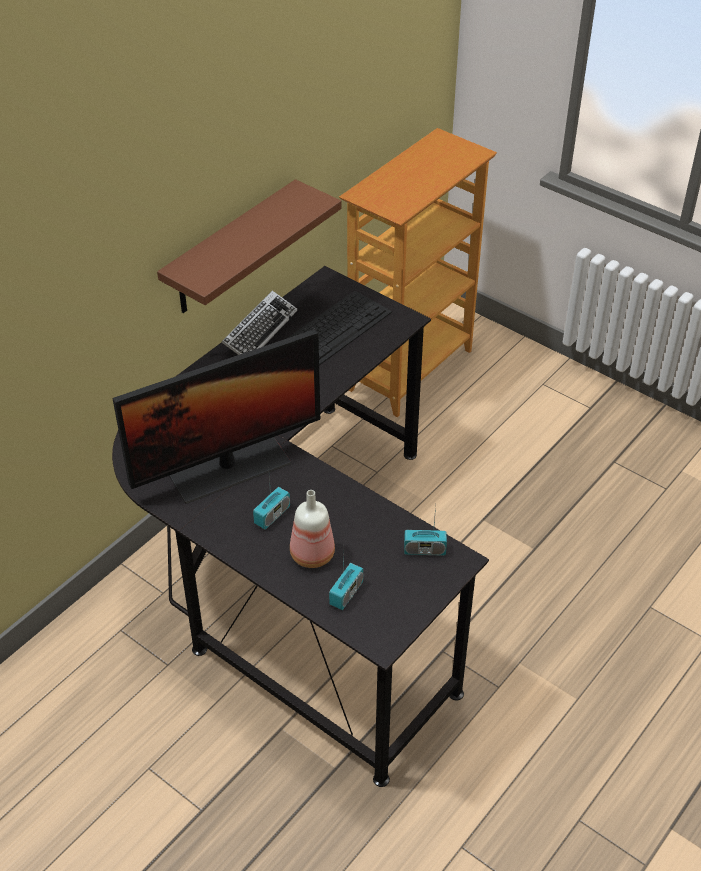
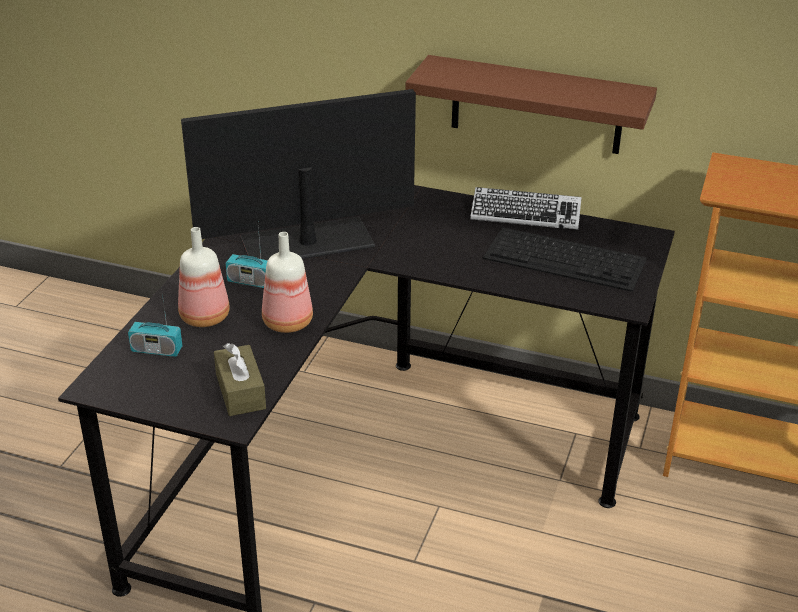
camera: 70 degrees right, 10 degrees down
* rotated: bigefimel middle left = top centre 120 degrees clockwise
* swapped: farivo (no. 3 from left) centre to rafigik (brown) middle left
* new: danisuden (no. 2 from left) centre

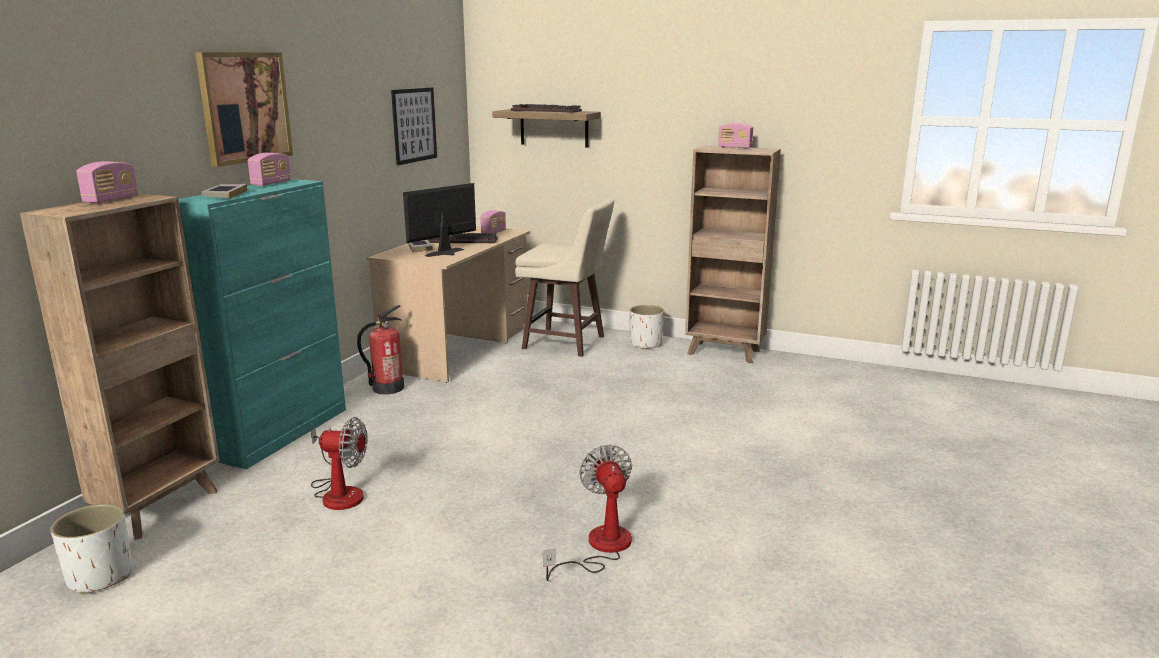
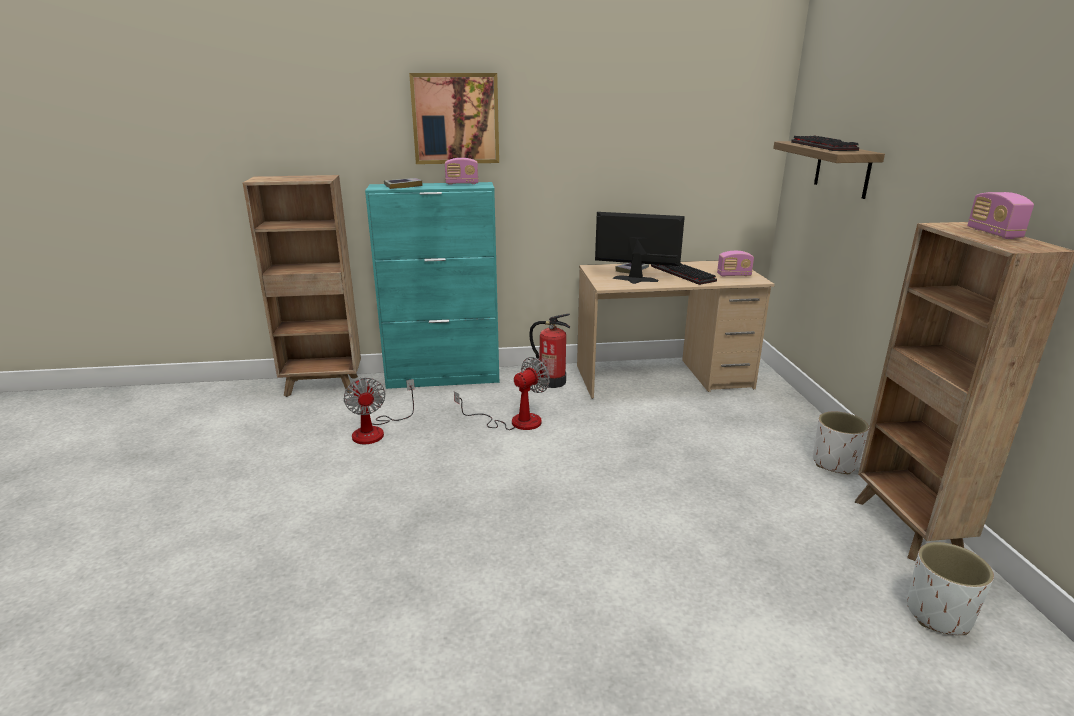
camera: 60 degrees right, 5 degrees up
* gone: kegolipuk (no. 2 from left) top centre
* gone: farivo (no. 1 from left) top left
* gone: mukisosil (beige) centre
* shifted: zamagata (no. 2 from left) bottom centre to centre
* shifted: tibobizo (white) (no. 1 from left in the first image) bottom left to tibobizo (white) (no. 2 from left) bottom right

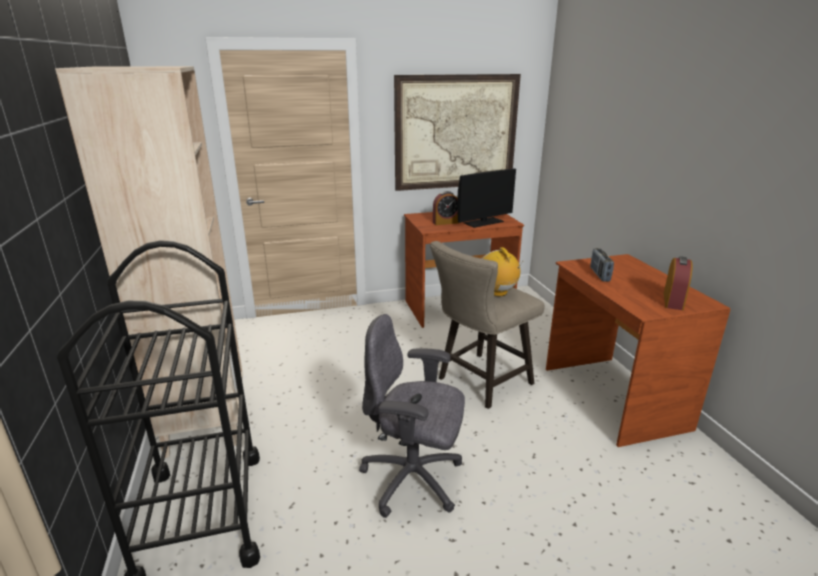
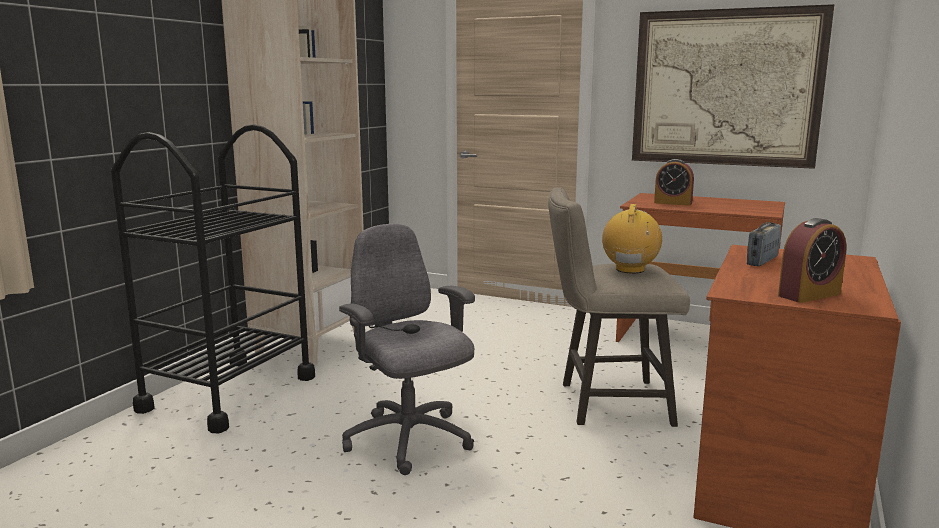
camera: 40 degrees right, 10 degrees down
* gone: bigefimel centre

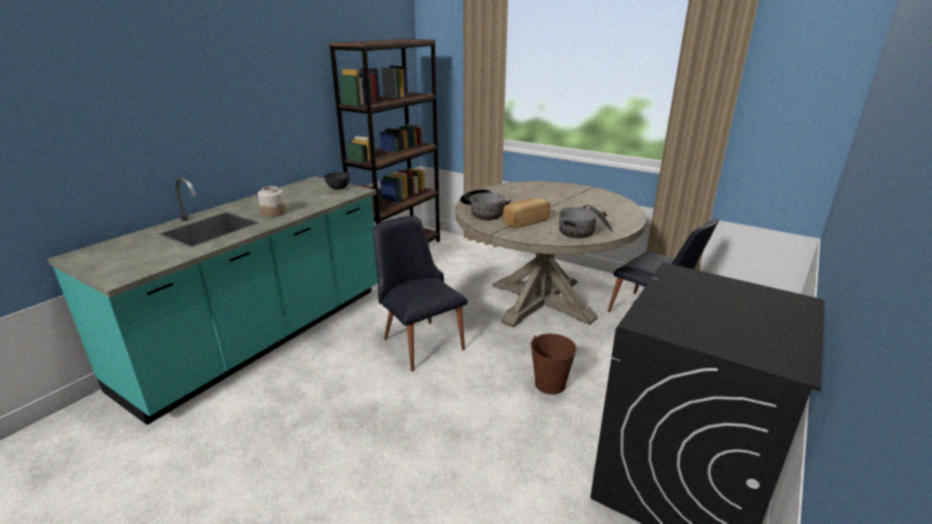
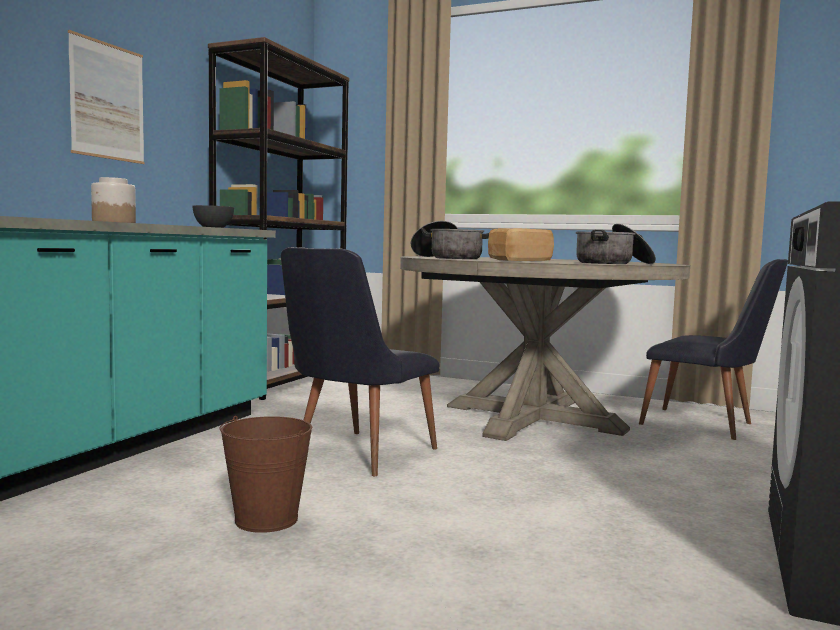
camera: 10 degrees left, 20 degrees down
* rotated: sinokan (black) (no. 1 from left) centre = centre 105 degrees counterclockwise
* shifted: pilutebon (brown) bottom centre to bottom left
* new: kegolipuk top left

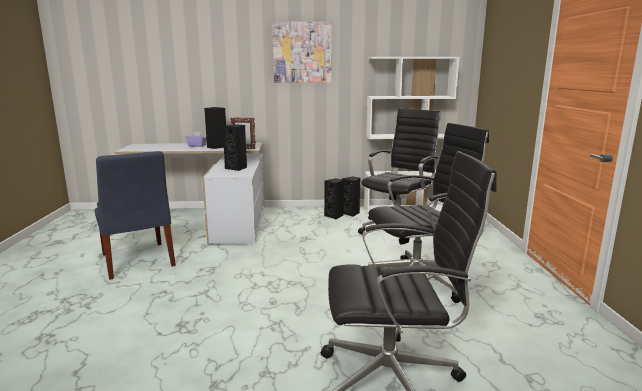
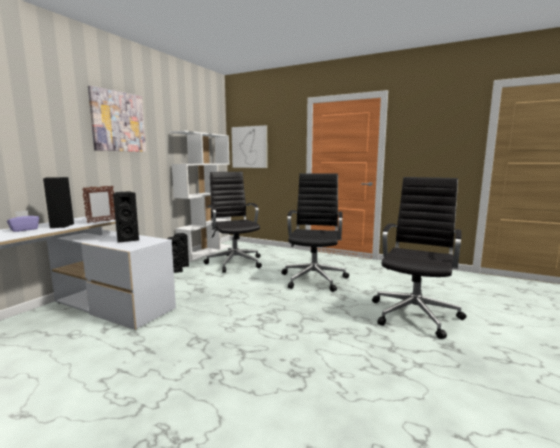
camera: 60 degrees left, 5 degrees down
* gone: sinokan (blue) middle left
* new: kegolipuk (no. 2 from left) top centre

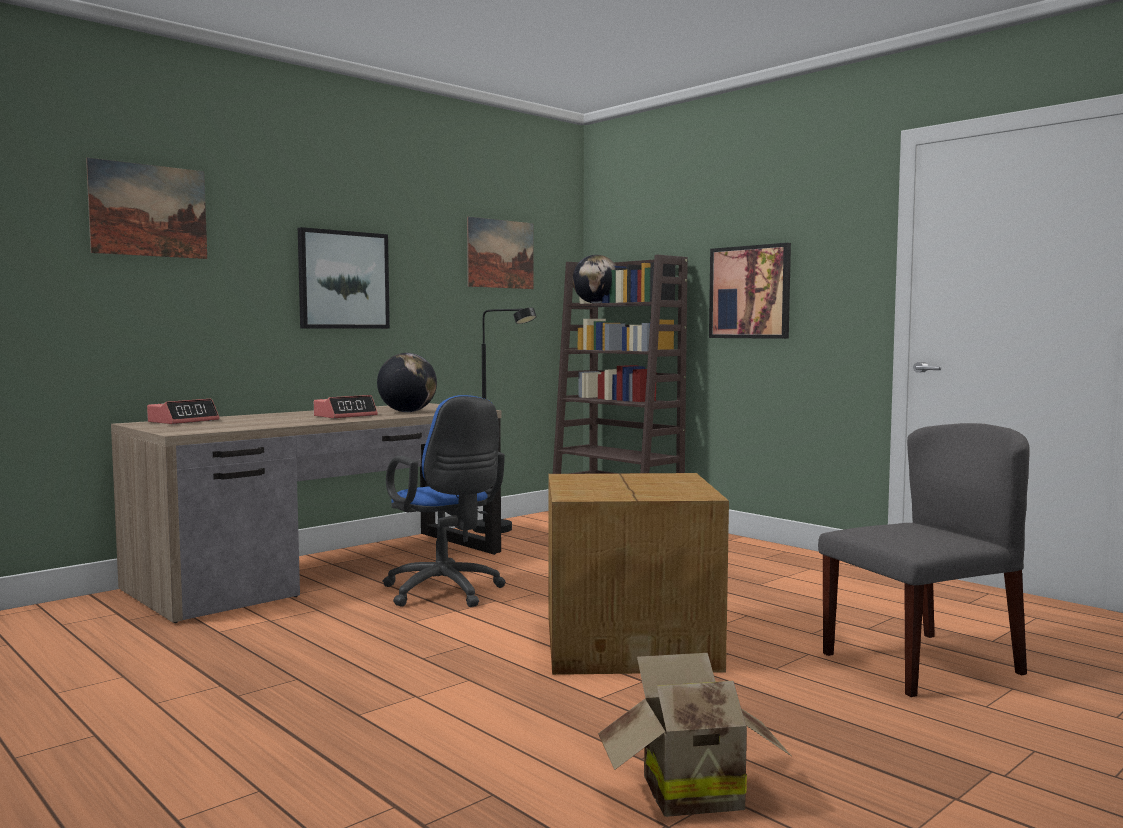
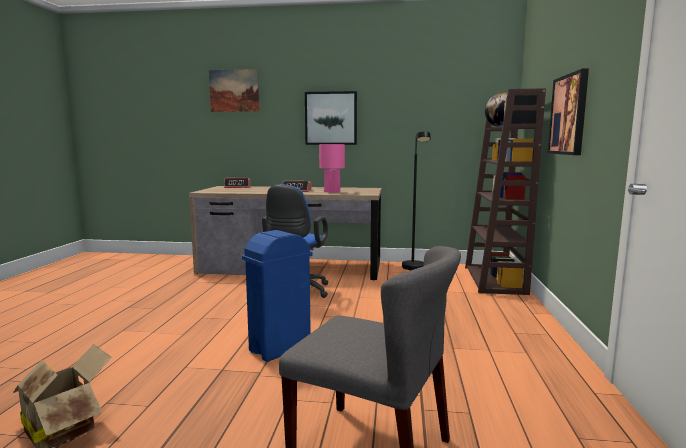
camera: 50 degrees right, 5 degrees up
* gone: kegolipuk (no. 3 from left) top centre
* swapped: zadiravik (no. 1 from left) centre to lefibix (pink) centre
* swapped: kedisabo (no. 1 from left) bottom centre to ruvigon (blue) centre

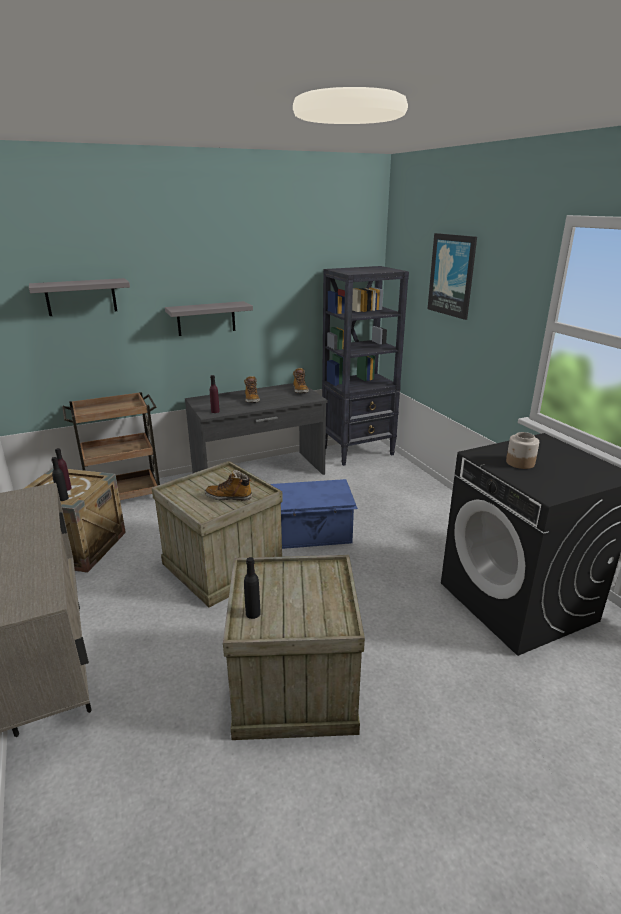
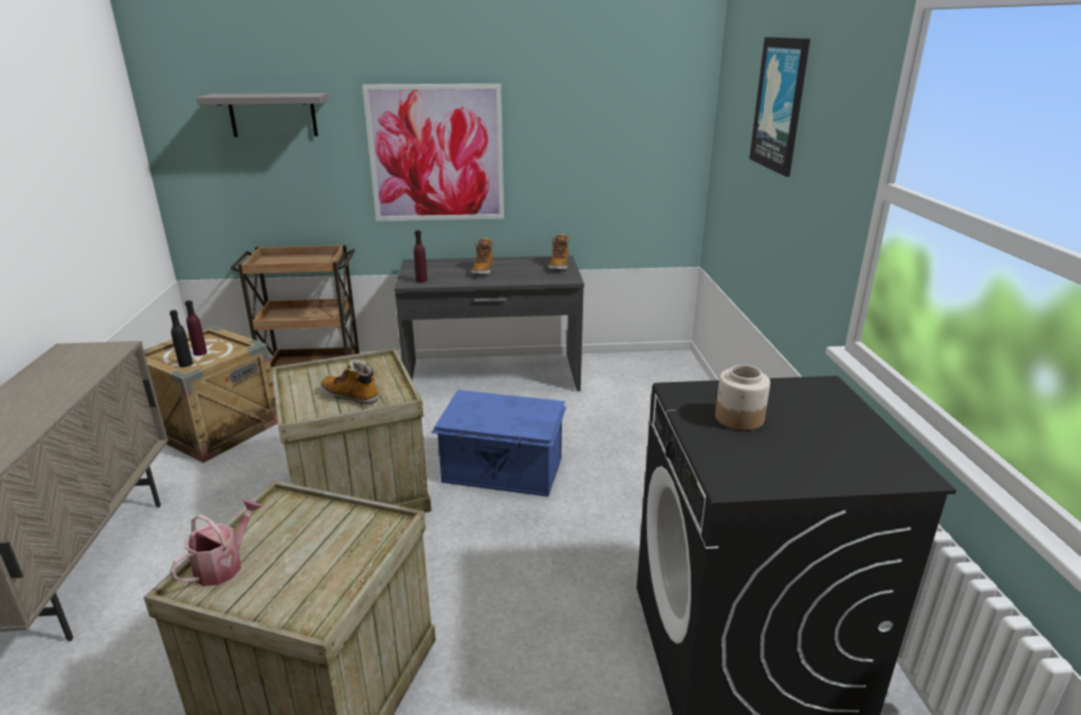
camera: 20 degrees right, 0 degrees up
* gone: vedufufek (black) centre
* swapped: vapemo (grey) (no. 2 from left) centre to kegolipuk (no. 1 from left) top centre
* swapped: danisuden (black) (no. 2 from left) centre to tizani bottom left

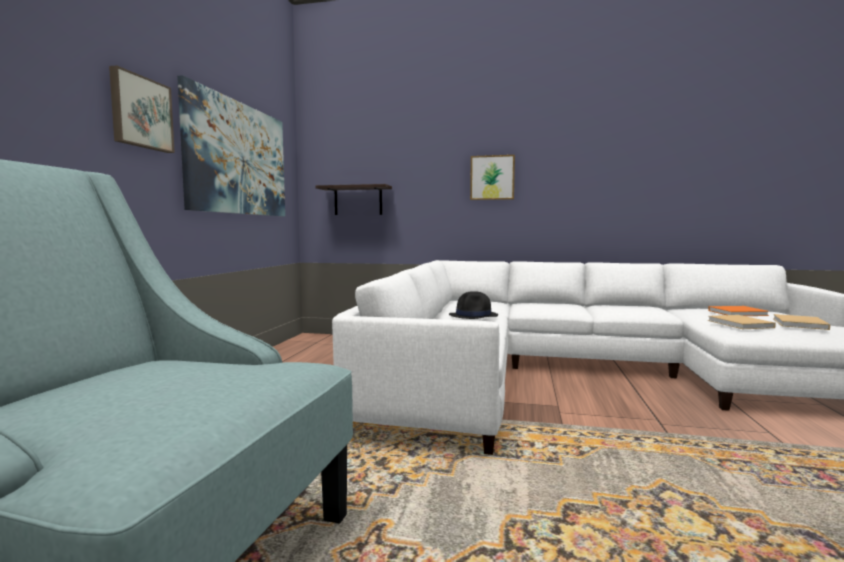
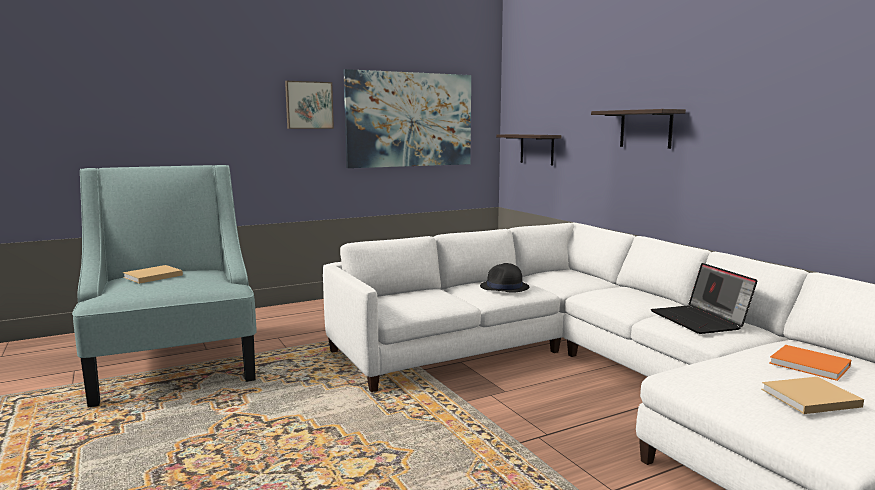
camera: 50 degrees right, 5 degrees up
* swapped: kegolipuk (no. 3 from left) top centre to vapemo (no. 2 from left) top right
* shifted: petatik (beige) (no. 1 from left) middle right to middle left
* new: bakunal middle right

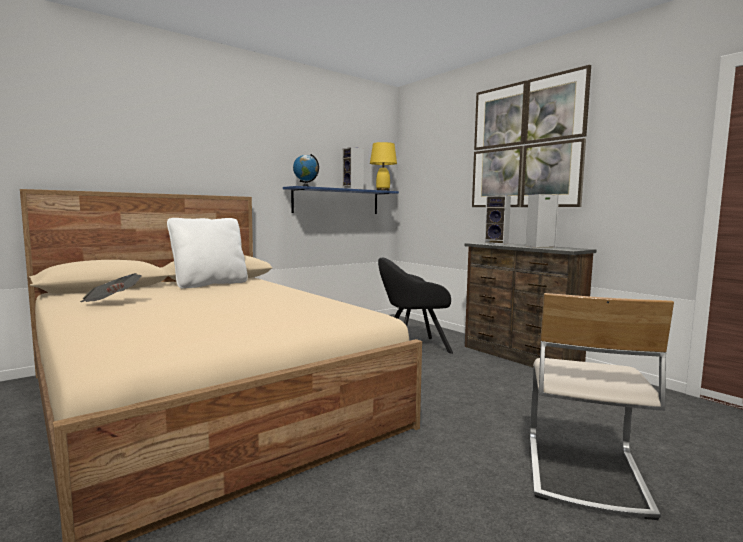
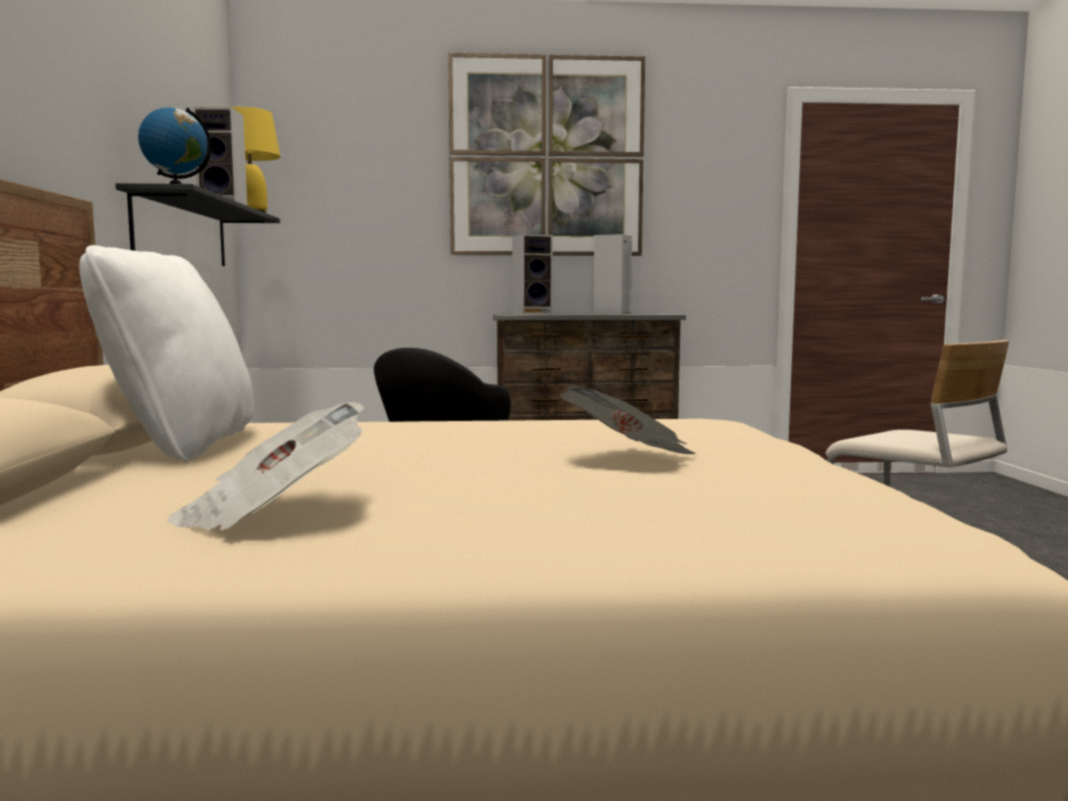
camera: 55 degrees left, 0 degrees up
* repainted: vapemo (blue) centre to vapemo (black) top left
* new: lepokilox (no. 2 from left) centre

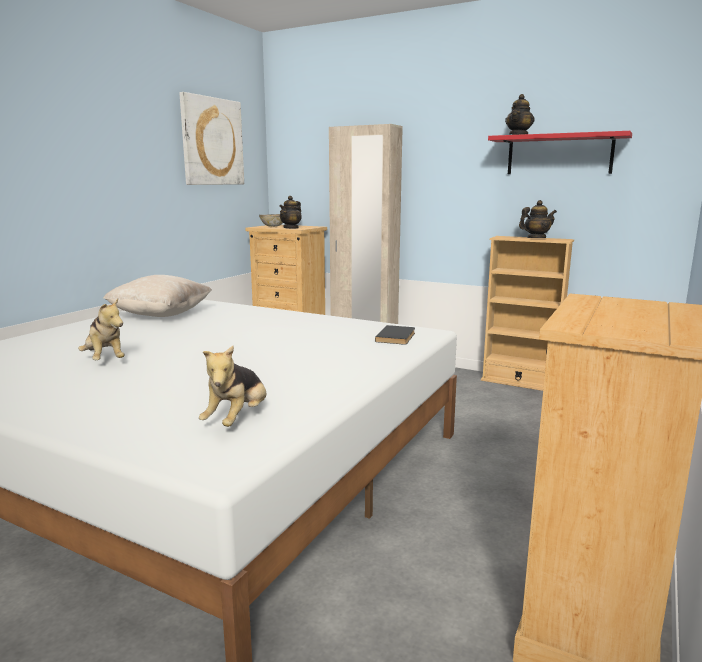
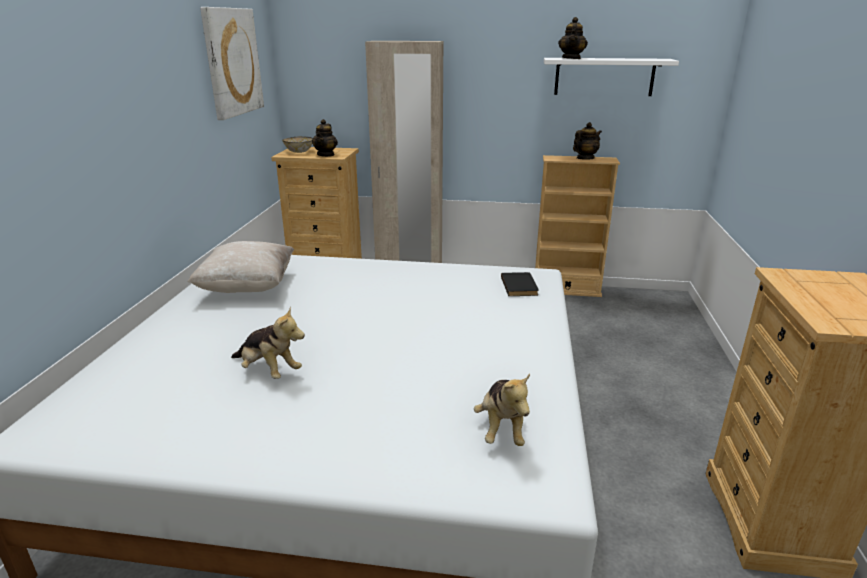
camera: 20 degrees left, 10 degrees up
* repainted: vapemo (red) top right to vapemo (white) top right

